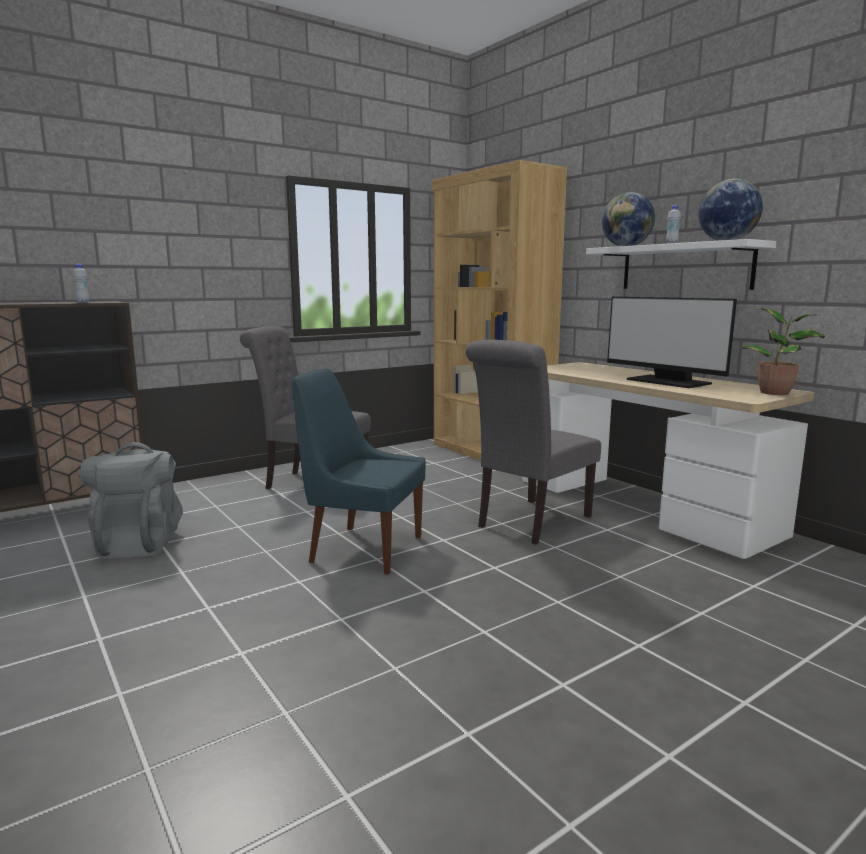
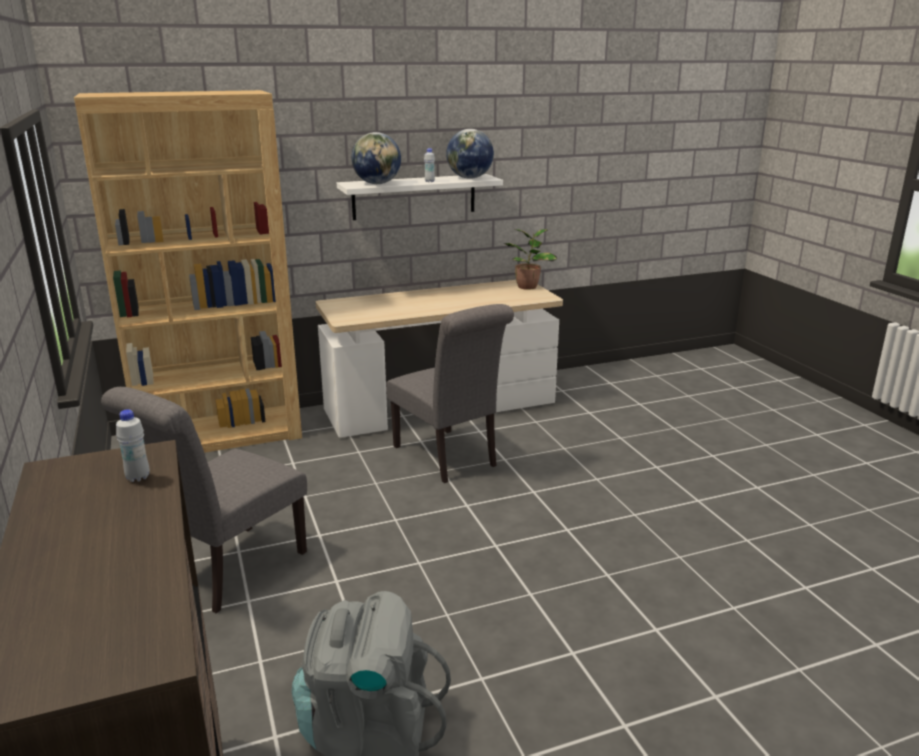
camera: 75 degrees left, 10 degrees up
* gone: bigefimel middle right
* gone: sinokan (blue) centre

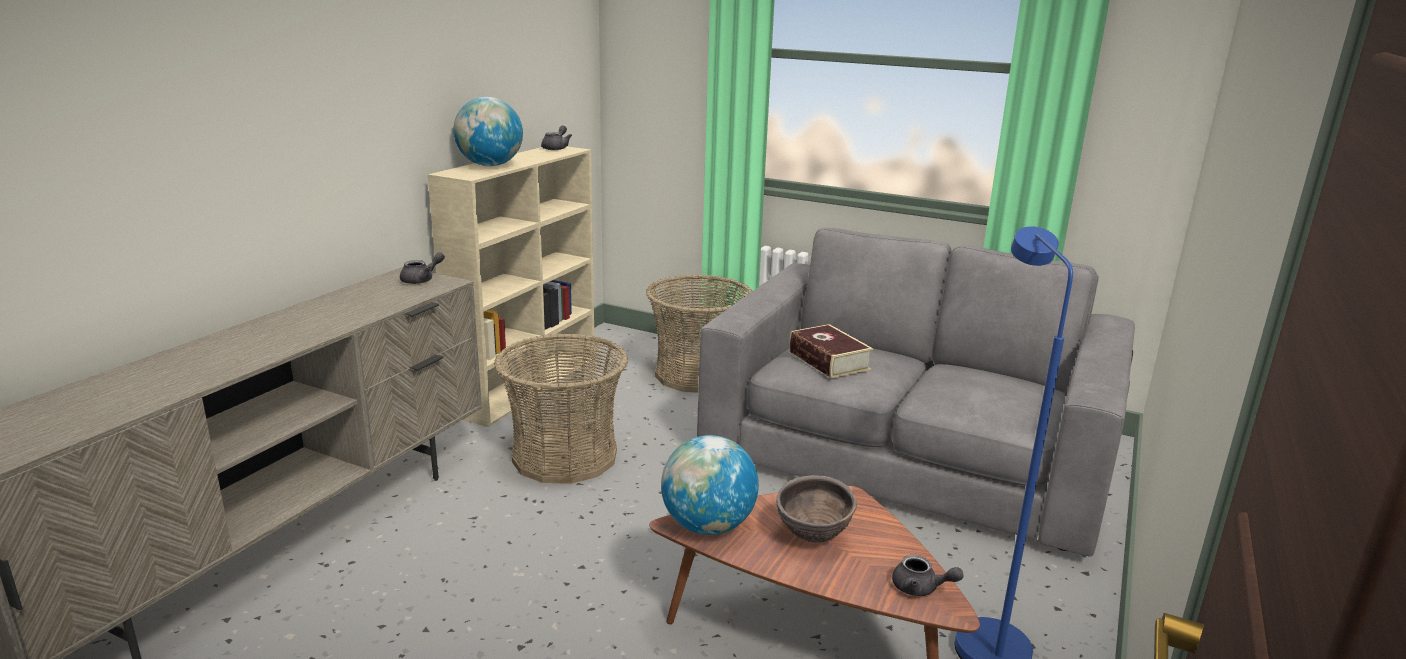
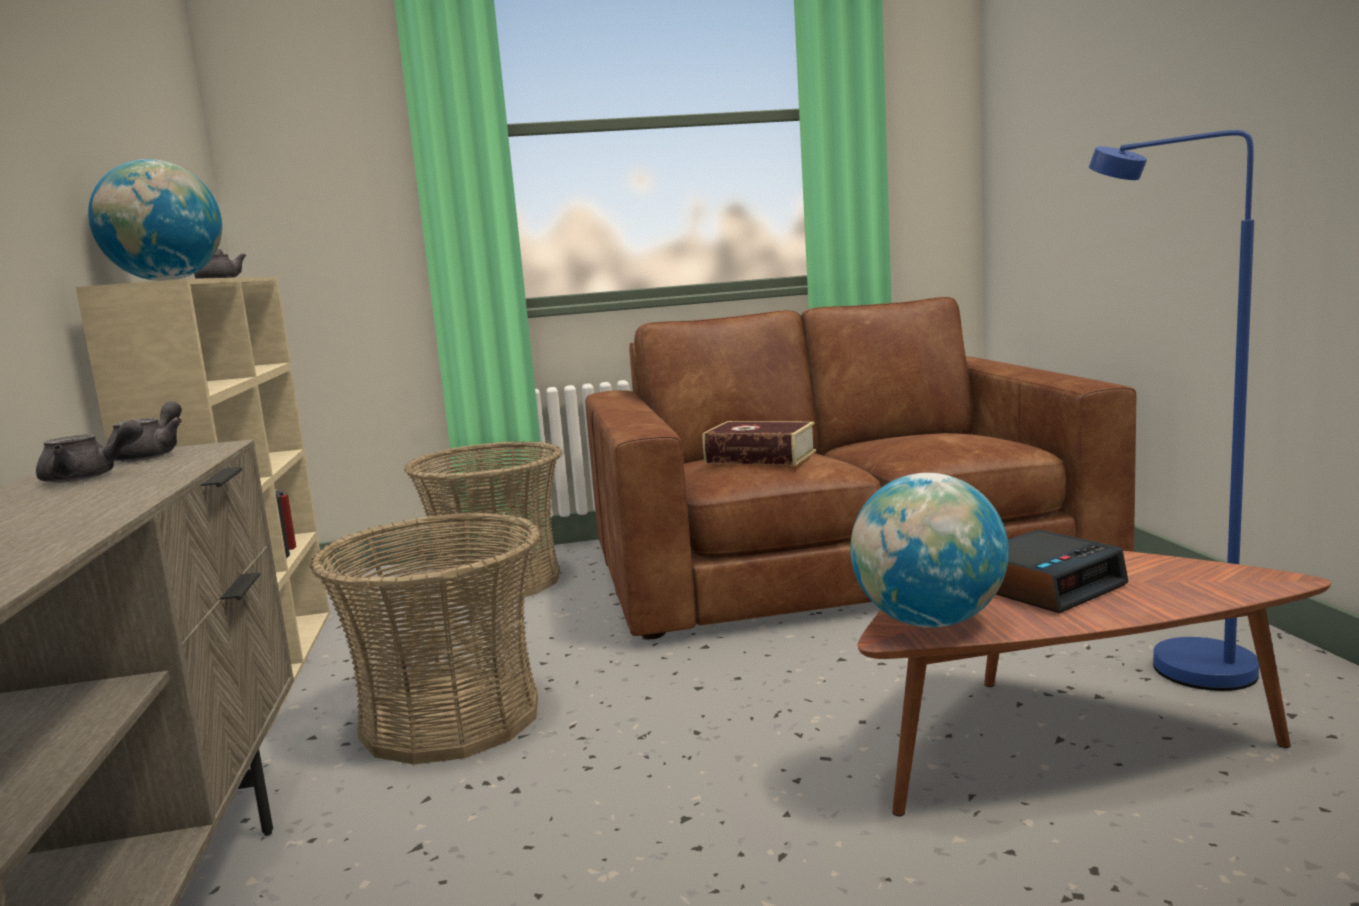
camera: 35 degrees left, 10 degrees down
* repainted: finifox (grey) centre to finifox (brown) centre
* swapped: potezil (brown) bottom centre to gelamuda middle right
* shifted: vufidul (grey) (no. 3 from left in the first image) bottom centre to vufidul (grey) (no. 1 from left) middle left

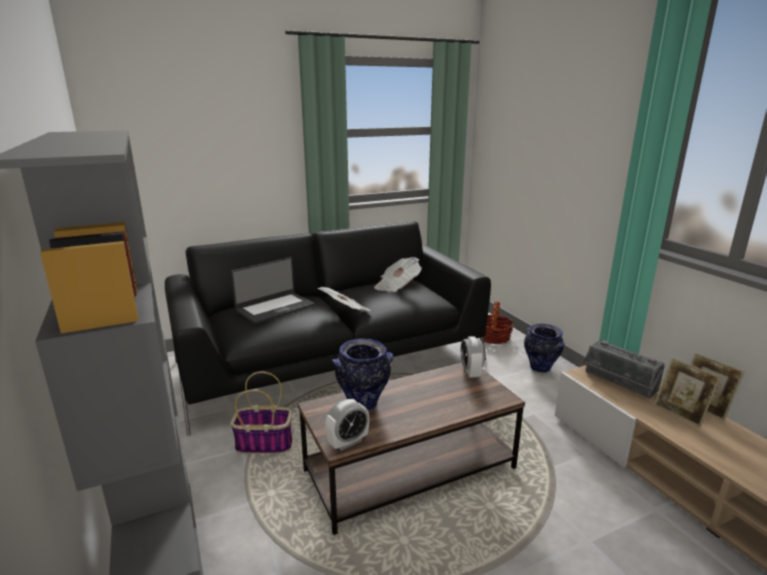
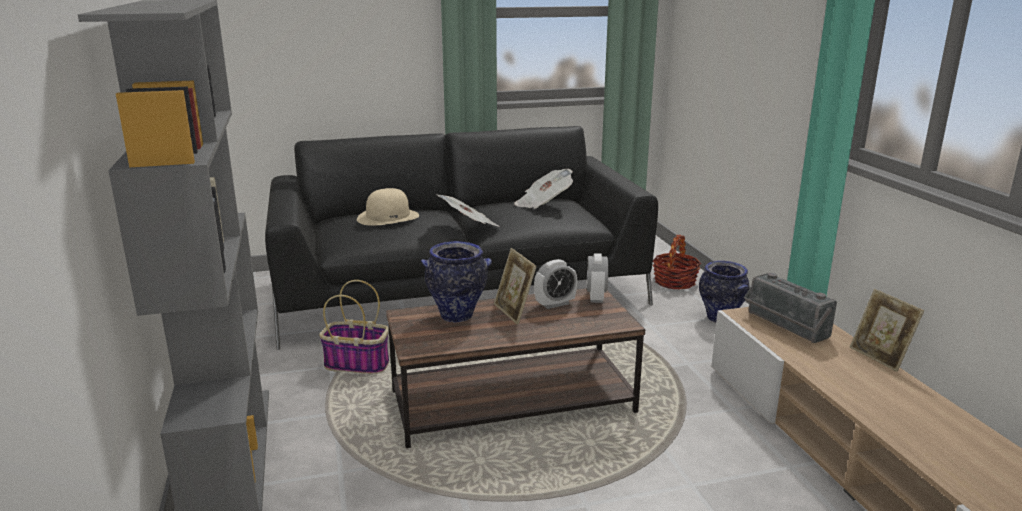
camera: 10 degrees right, 0 degrees up
* swapped: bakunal centre to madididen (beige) centre
* shifted: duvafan (no. 1 from left) bottom right to centre
* shifted: gelamuda (no. 1 from left) bottom centre to centre

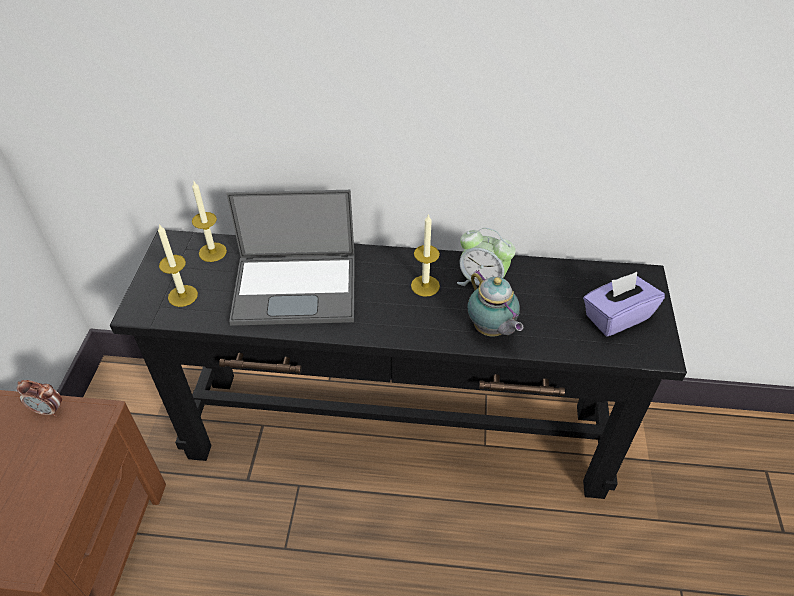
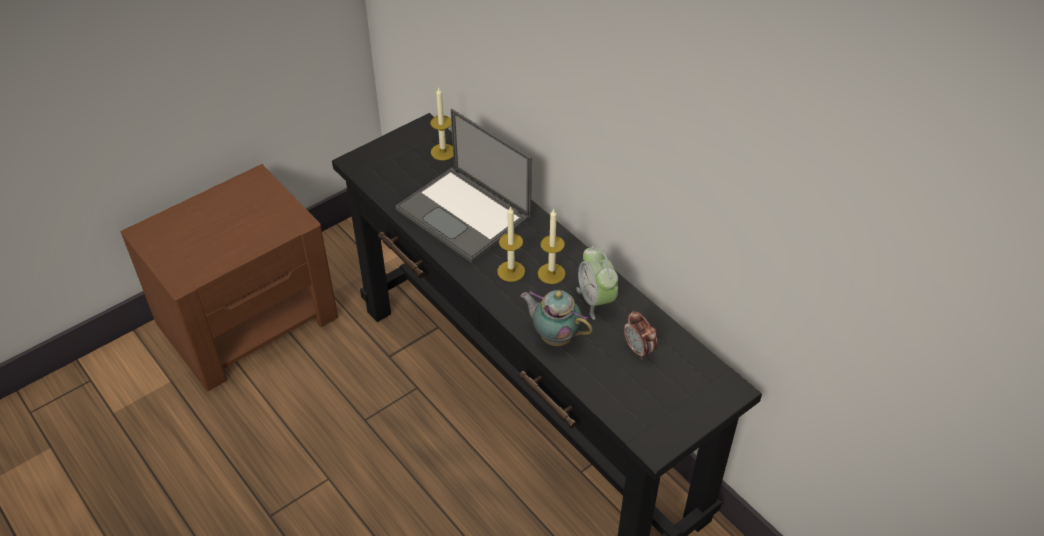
camera: 45 degrees right, 0 degrees up
* shifted: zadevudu (no. 1 from left in the first image) middle left to zadevudu (no. 2 from left) centre
* rotated: vufidul centre = centre 105 degrees clockwise
* gone: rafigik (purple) middle right
* shifted: gelamuda (no. 1 from left in the first image) bottom left to gelamuda (no. 2 from left) centre

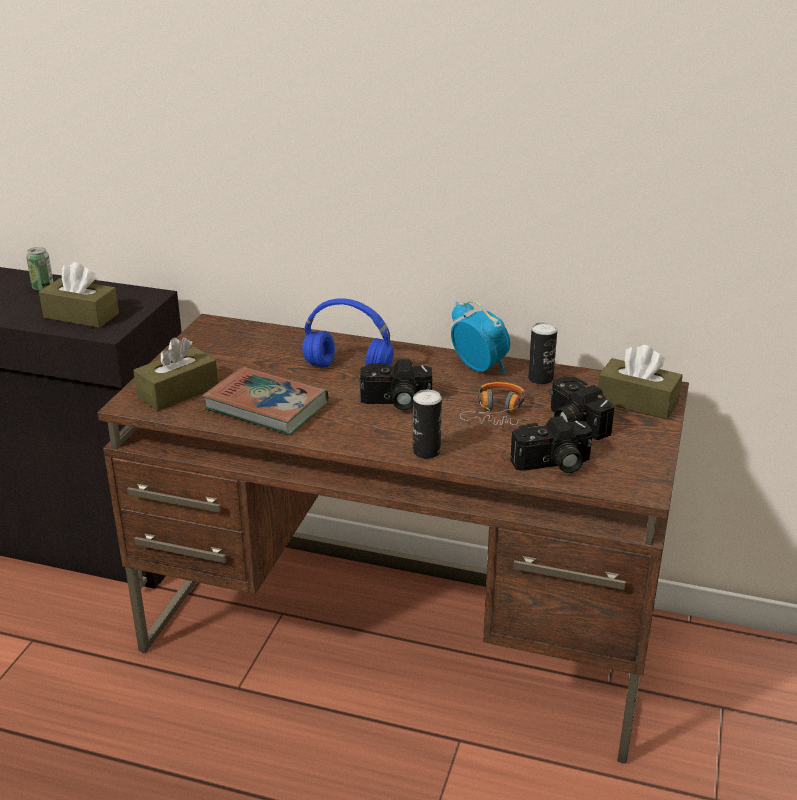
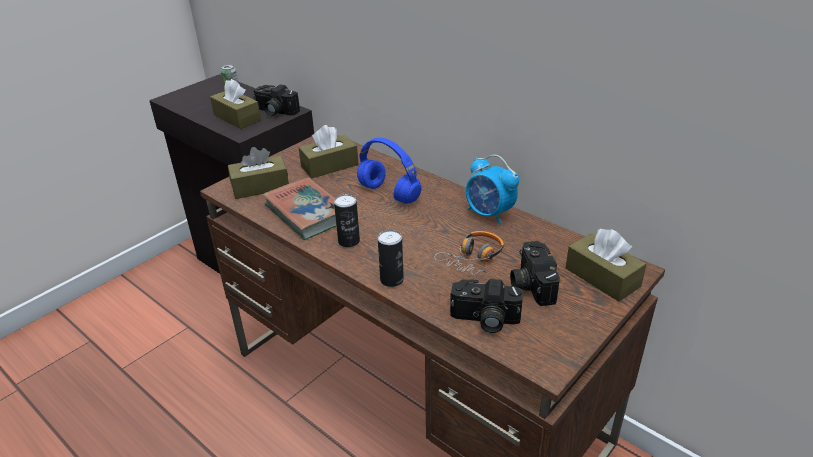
camera: 25 degrees right, 5 degrees up
* rotated: gelamuda centre = centre 150 degrees clockwise
* shifted: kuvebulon (no. 3 from left in the first image) middle right to kuvebulon (no. 2 from left) centre
* shifted: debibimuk (no. 1 from left) centre to top centre
* new: rafigik (brown) (no. 3 from left) top centre

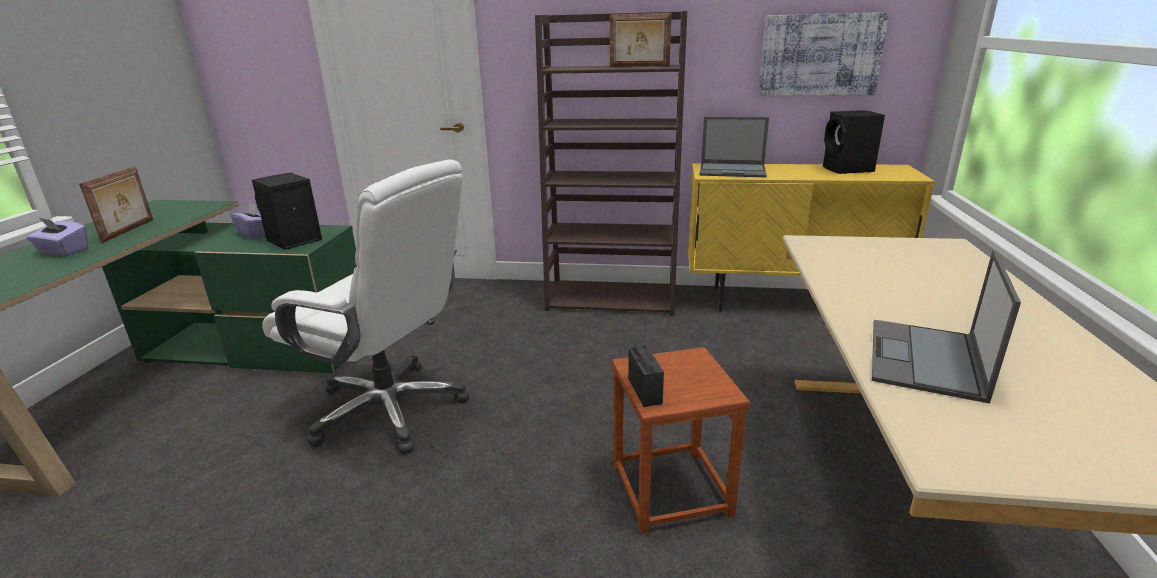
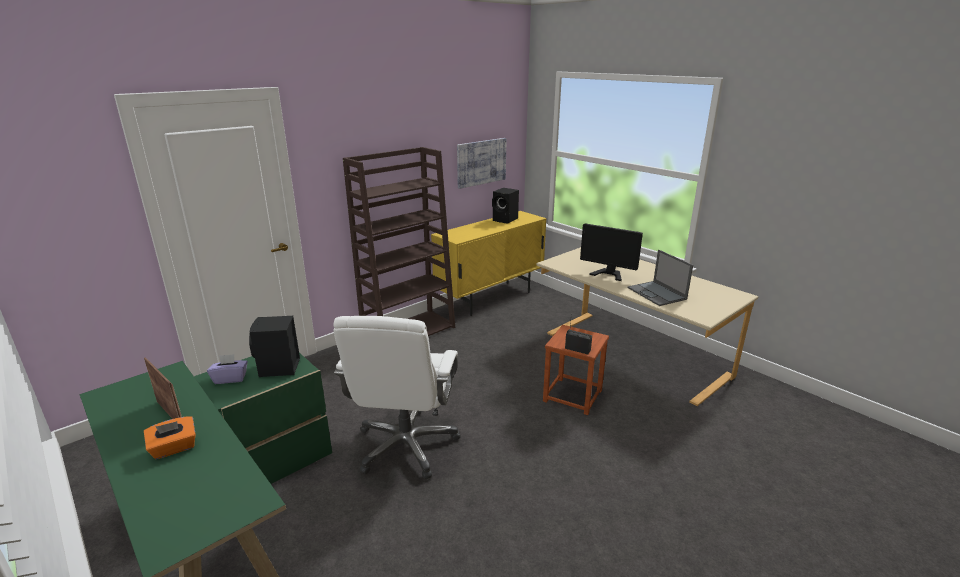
camera: 50 degrees left, 0 degrees up
* gone: duvafan (no. 2 from left) top centre
* gone: bakunal (no. 1 from left) top centre
* rotated: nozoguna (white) middle left = bottom centre 120 degrees clockwise
* repainted: rafigik (purple) (no. 1 from left) middle left to rafigik (orange) bottom left
* new: bigefimel centre

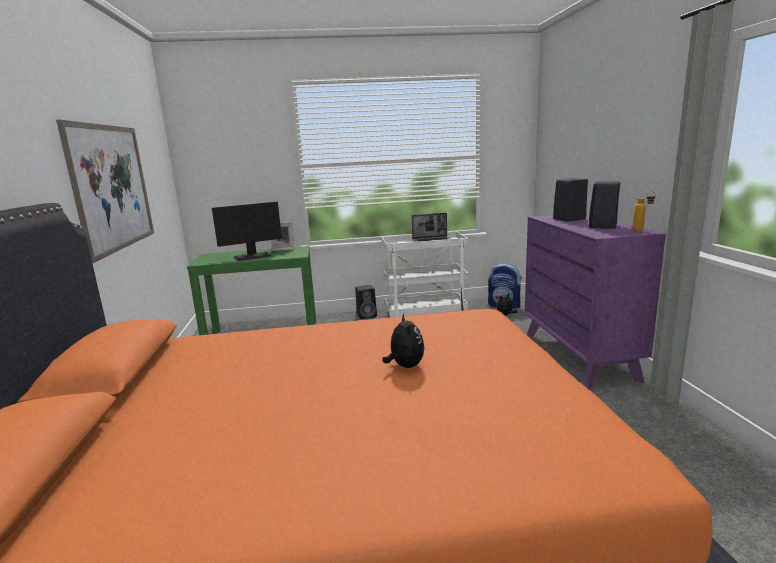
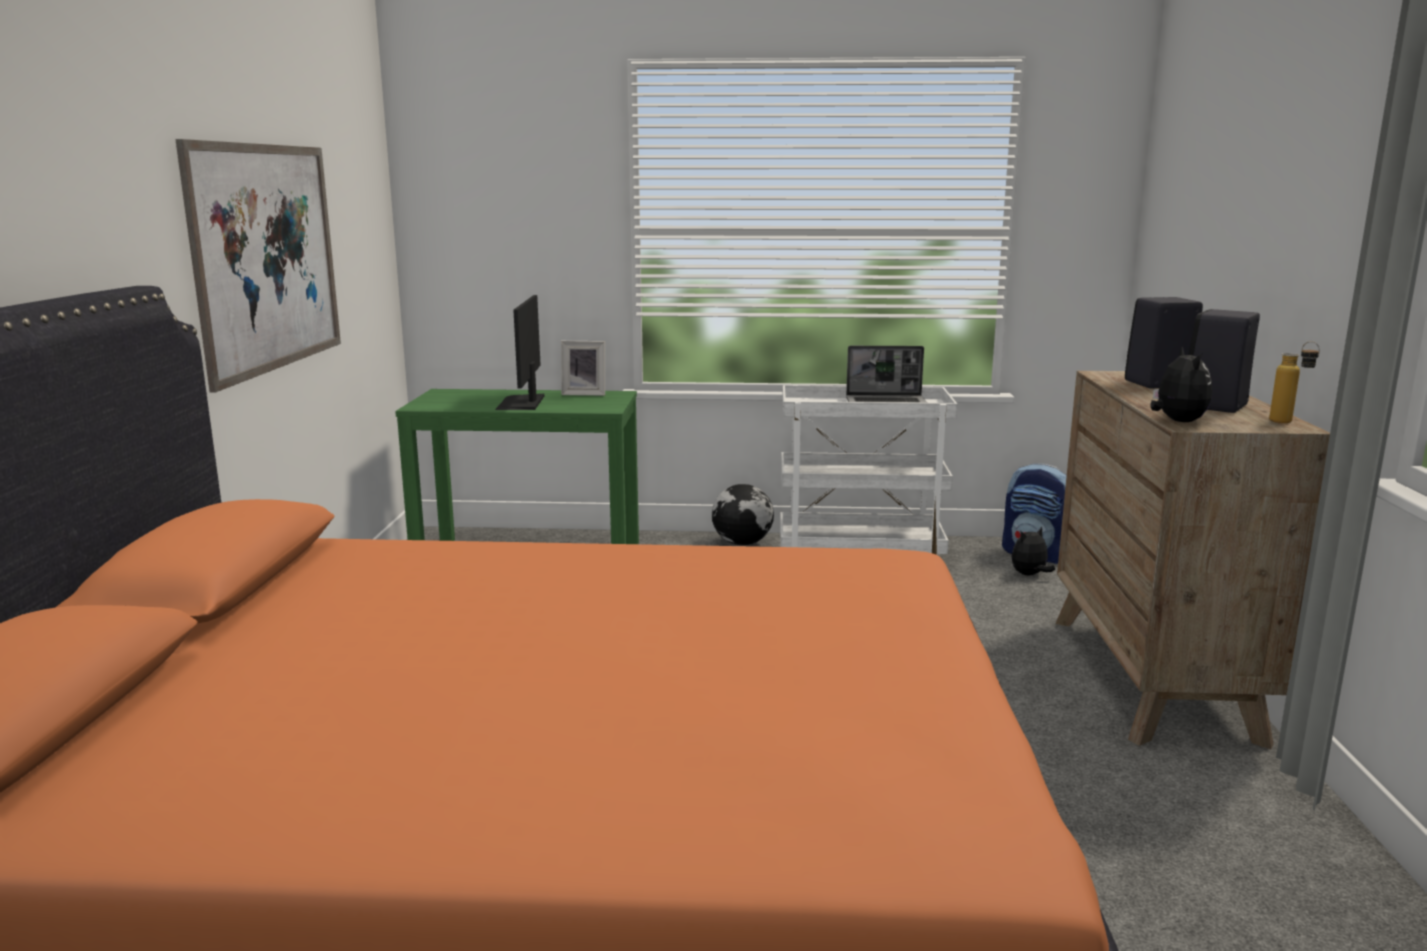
camera: 10 degrees right, 0 degrees up
* rotated: bigefimel middle left = centre 105 degrees clockwise
* repainted: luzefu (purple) middle right to luzefu (brown) middle right
* swapped: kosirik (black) (no. 1 from left) centre to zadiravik centre
* shifted: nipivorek (no. 1 from left in the first image) centre to nipivorek (no. 2 from left) middle right

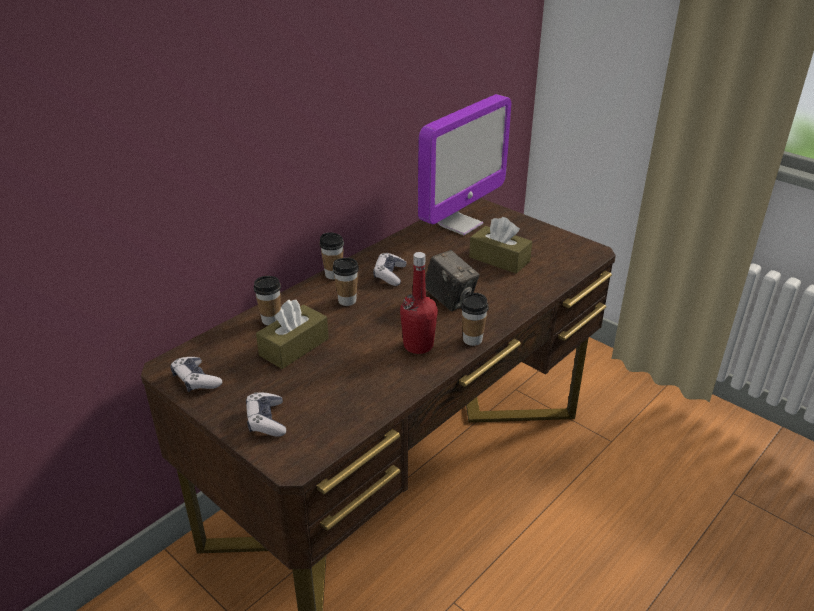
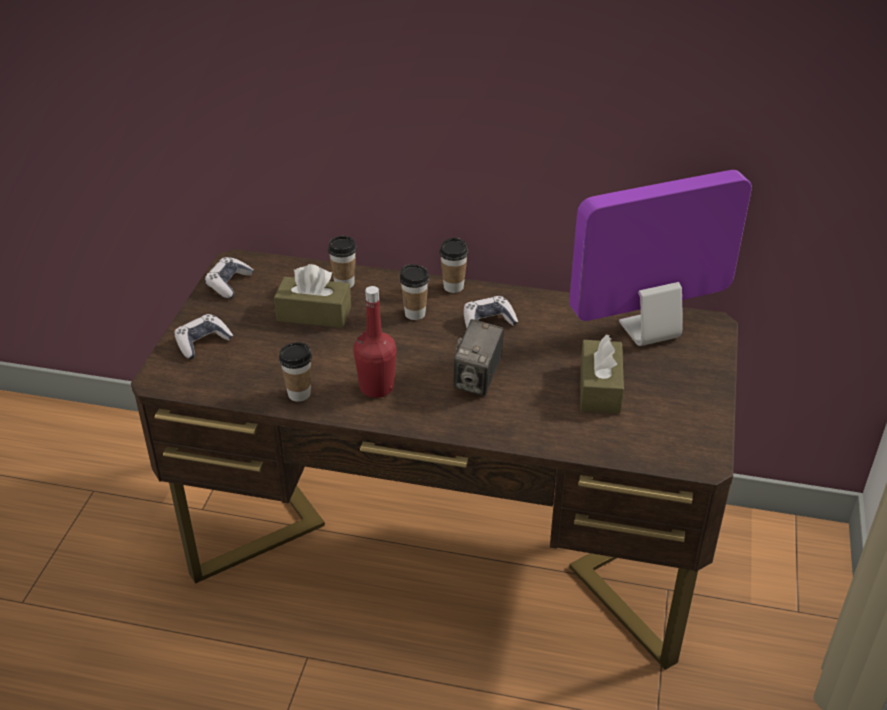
camera: 60 degrees right, 5 degrees up
* rotated: bigefimel top centre = middle right 150 degrees clockwise
* shifted: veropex (no. 4 from left in the first image) centre to veropex (no. 1 from left) middle left

